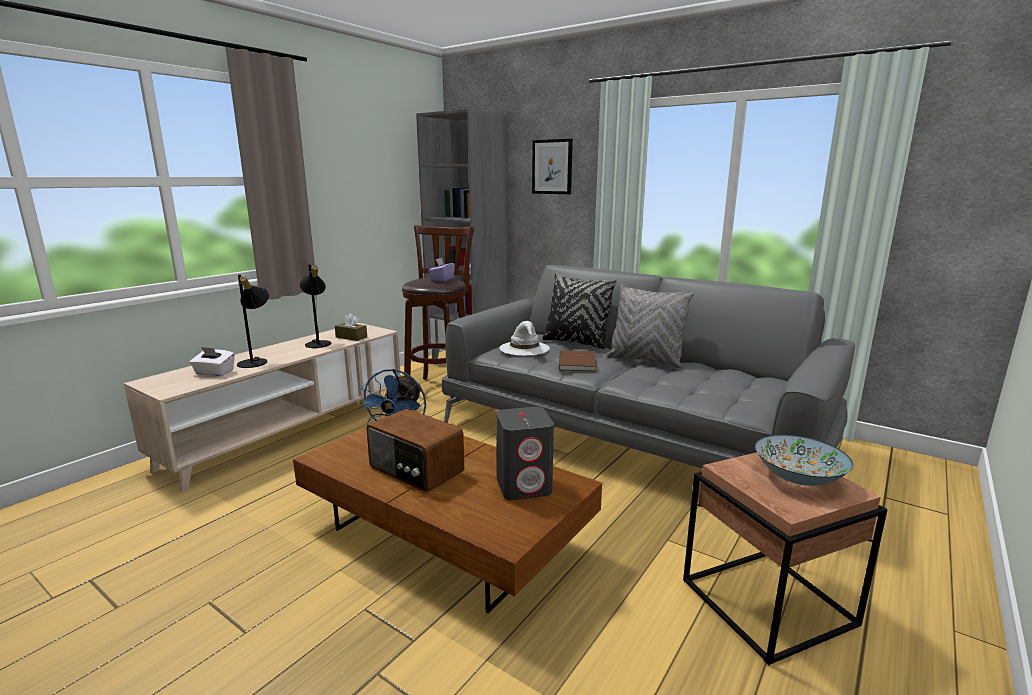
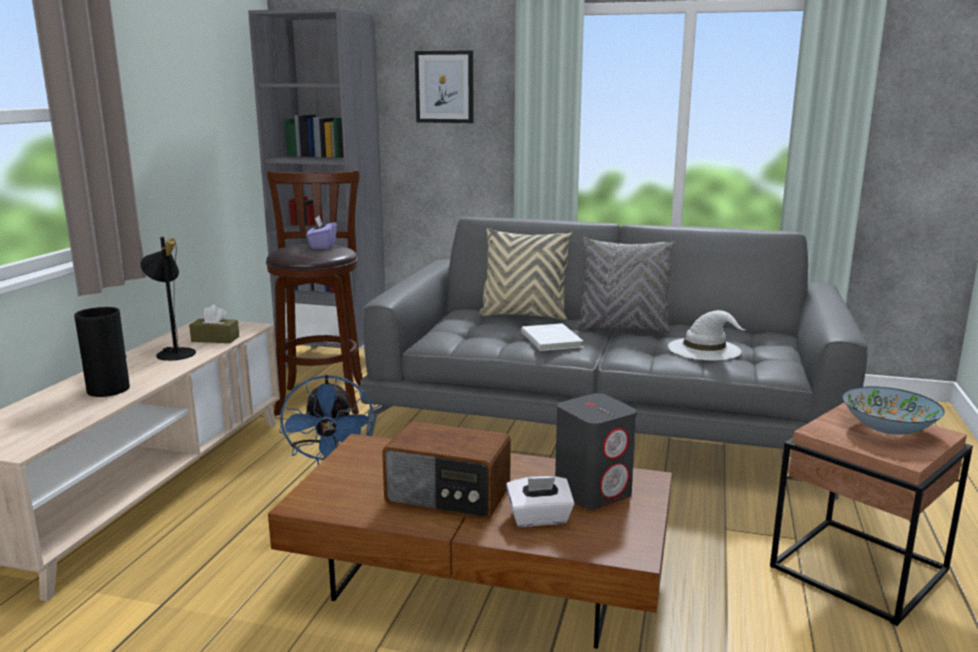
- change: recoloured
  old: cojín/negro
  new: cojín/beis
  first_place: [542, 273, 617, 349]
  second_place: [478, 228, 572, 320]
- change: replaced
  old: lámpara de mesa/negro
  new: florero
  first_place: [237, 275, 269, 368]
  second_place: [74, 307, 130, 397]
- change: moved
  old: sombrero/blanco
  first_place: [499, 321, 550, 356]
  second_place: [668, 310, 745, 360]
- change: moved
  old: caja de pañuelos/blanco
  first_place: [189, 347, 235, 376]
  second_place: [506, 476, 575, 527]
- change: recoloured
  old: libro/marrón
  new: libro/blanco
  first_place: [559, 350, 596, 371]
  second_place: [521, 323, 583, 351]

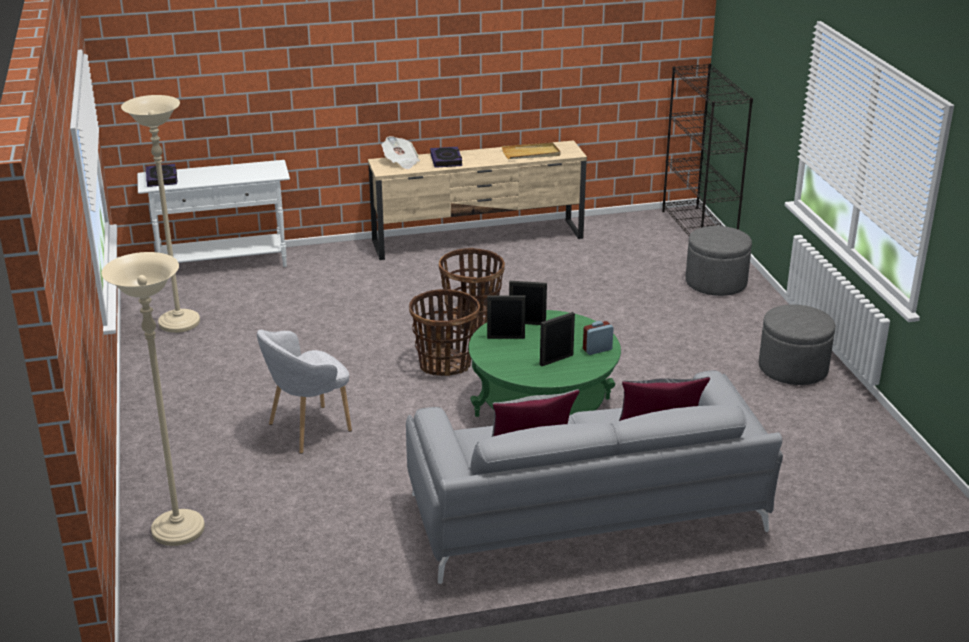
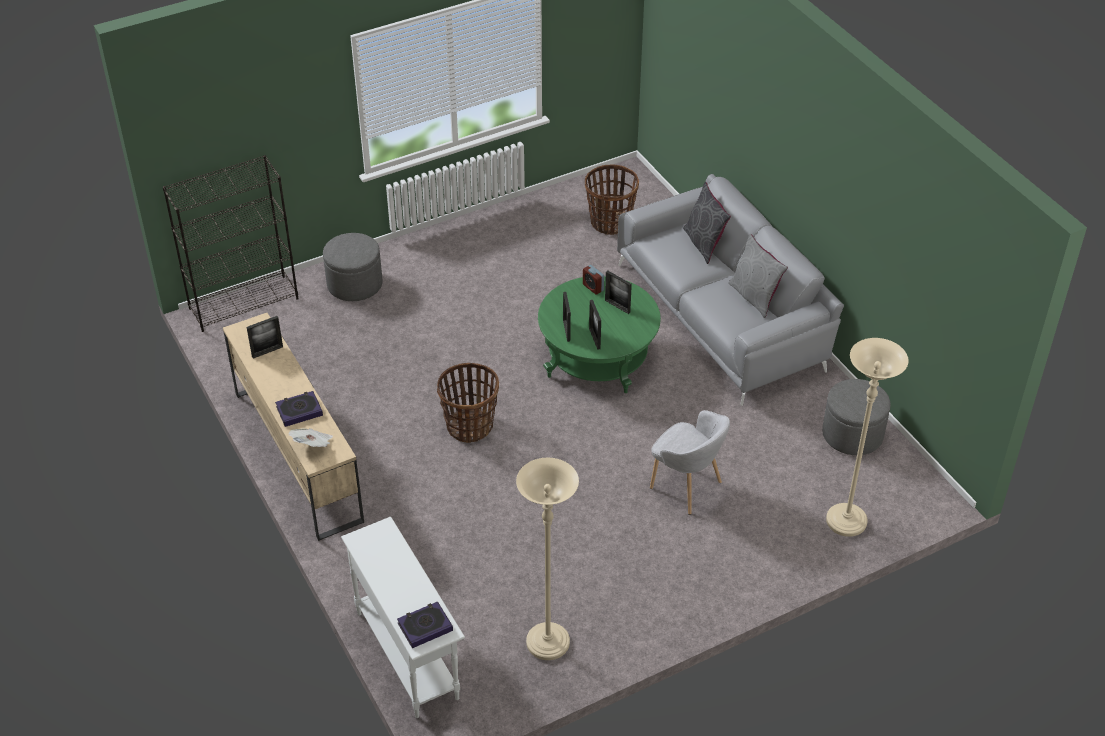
- change: replaced
  old: bandeja/beis
  new: portarretratos
  first_place: [502, 142, 561, 159]
  second_place: [247, 316, 283, 359]
- change: moved
  old: cesta
  first_place: [409, 289, 480, 376]
  second_place: [585, 164, 639, 235]
- change: moved
  old: puf/gris
  first_place: [759, 304, 835, 385]
  second_place: [822, 379, 891, 455]

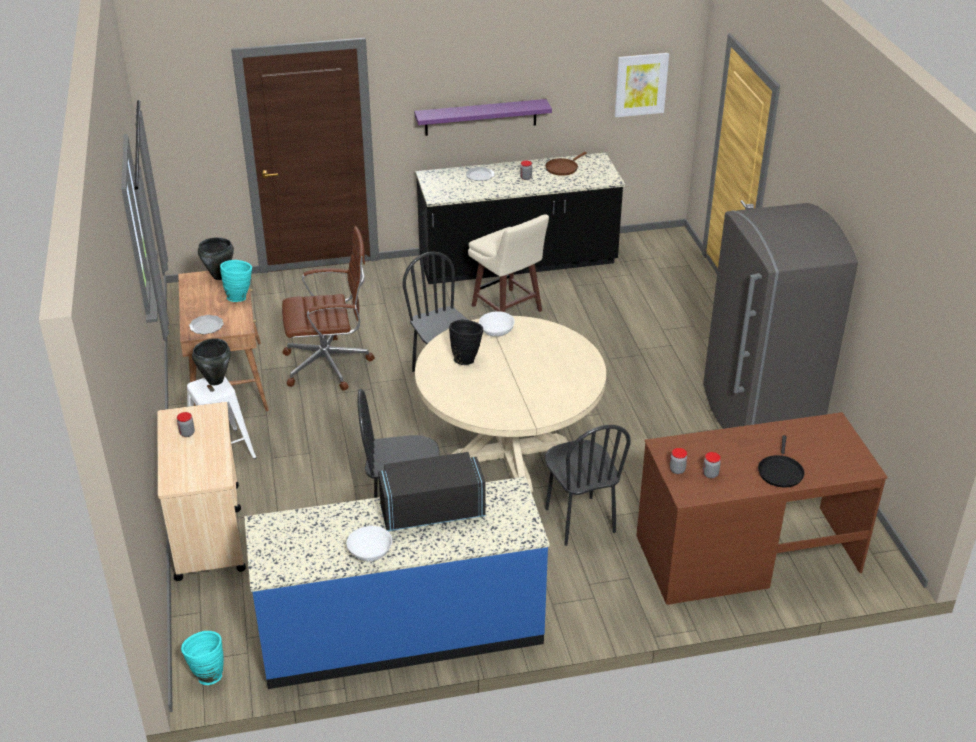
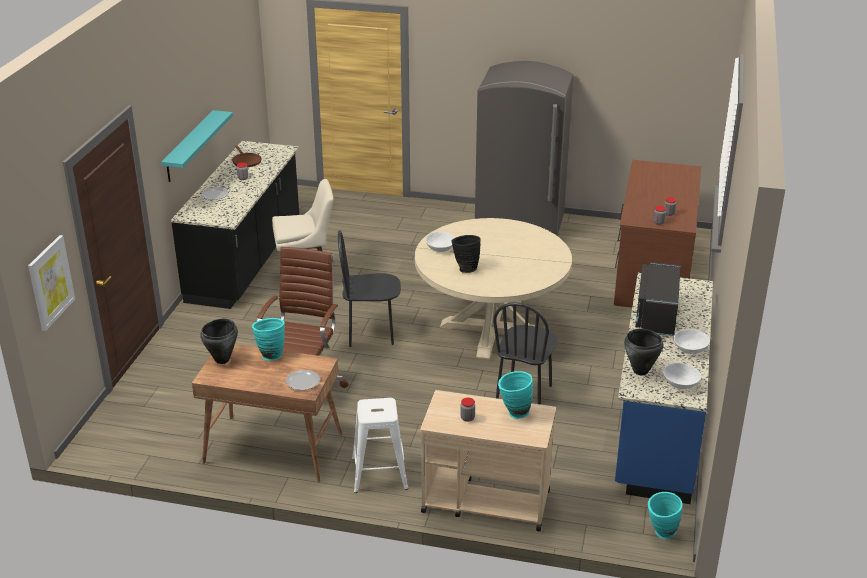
- change: moved
  old: cuadro
  first_place: [614, 53, 669, 117]
  second_place: [28, 235, 75, 331]
- change: recoloured
  old: estante/morado
  new: estante/turquesa
  first_place: [414, 99, 552, 136]
  second_place: [161, 110, 233, 182]
- change: moved
  old: olla/negro
  first_place: [192, 338, 231, 385]
  second_place: [624, 329, 664, 375]
- change: removed
  old: silla/negro
  first_place: [545, 425, 630, 546]
- change: removed
  old: sartén/negro
  first_place: [758, 435, 804, 487]
- change: added
  new: cuenco/blanco
  second_place: [663, 363, 702, 389]
- change: added
  new: florero/turquesa
  second_place: [498, 371, 533, 419]

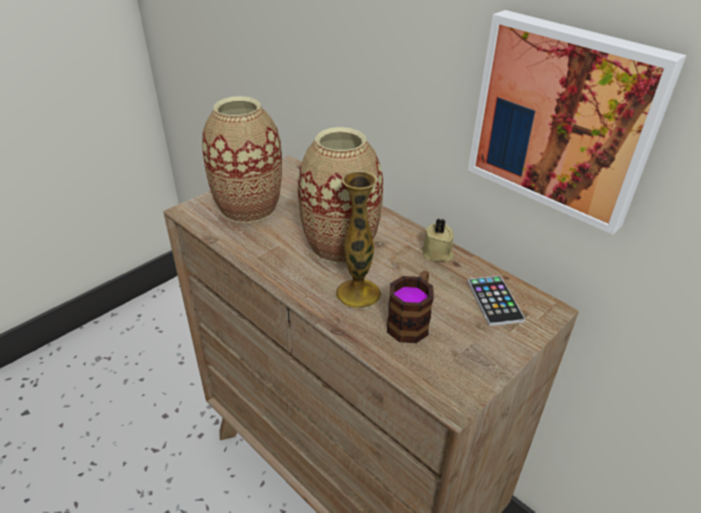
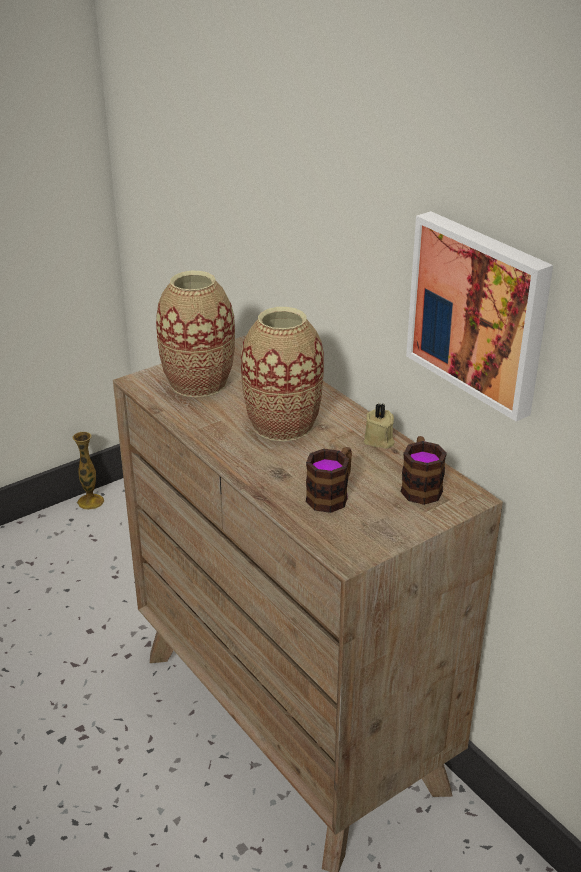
- change: moved
  old: florero
  first_place: [336, 171, 381, 309]
  second_place: [72, 432, 104, 510]
- change: replaced
  old: móvil
  new: taza grande
  first_place: [468, 276, 525, 326]
  second_place: [401, 436, 447, 505]

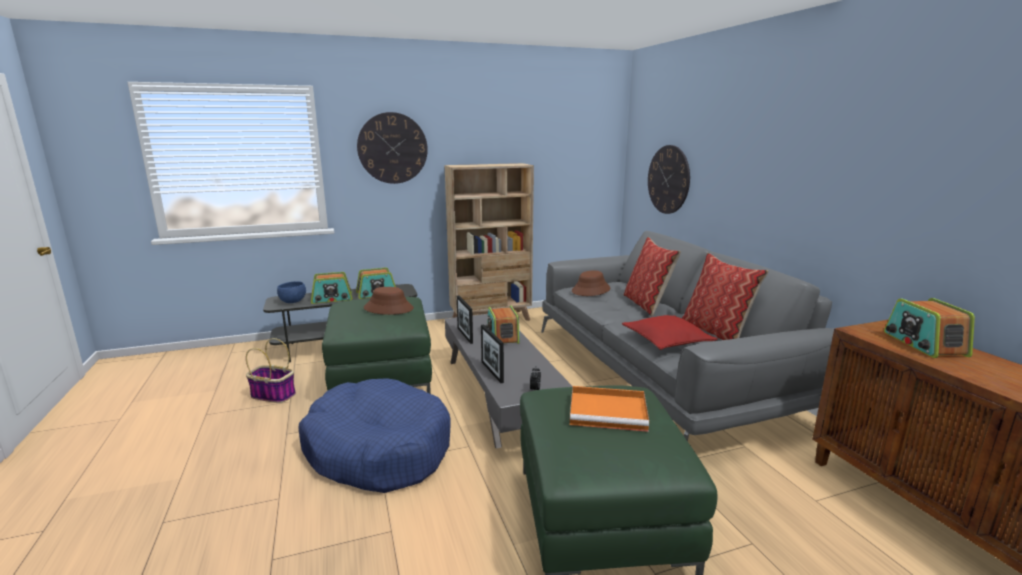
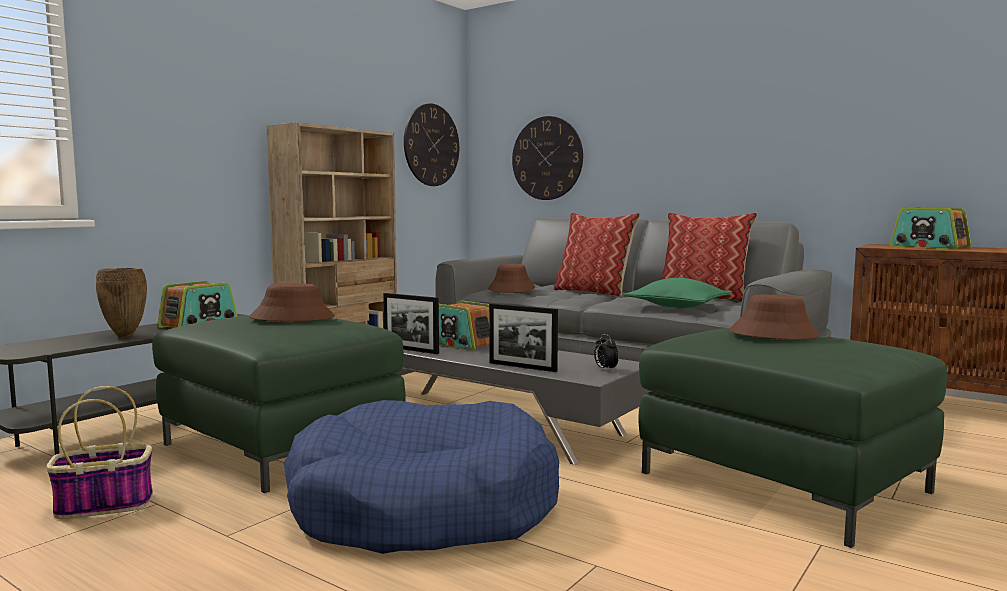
- change: moved
  old: reloj de pared
  first_place: [357, 112, 428, 184]
  second_place: [404, 104, 459, 186]
- change: replaced
  old: radio
  new: florero/marrón
  first_place: [311, 272, 352, 304]
  second_place: [96, 268, 147, 337]
- change: removed
  old: cuenco/azul
  first_place: [277, 281, 306, 303]
- change: recoloured
  old: cojín/rojo
  new: cojín/verde
  first_place: [622, 315, 717, 350]
  second_place: [624, 278, 732, 308]
- change: replaced
  old: bandeja/naranja
  new: sombrero/marrón
  first_place: [570, 386, 649, 432]
  second_place: [729, 295, 820, 339]

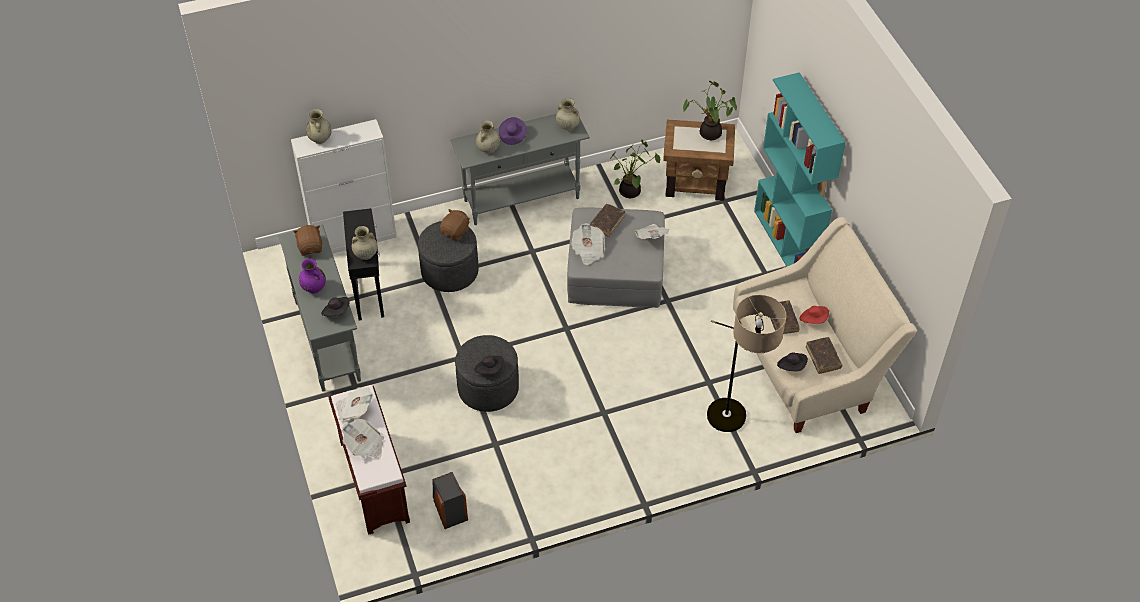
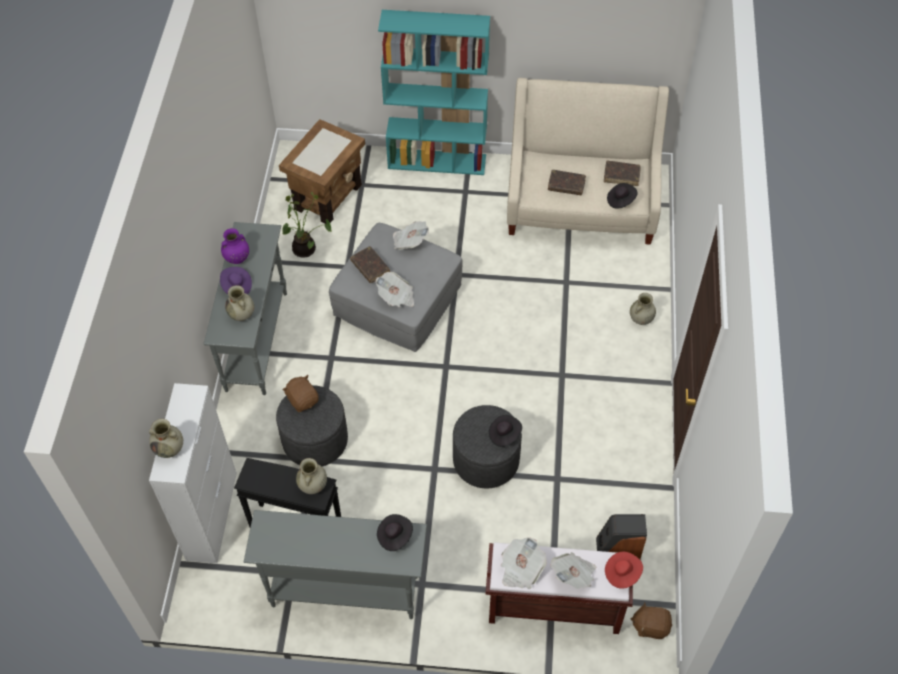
- change: removed
  old: planta en maceta
  first_place: [683, 81, 737, 140]
- change: moved
  old: florero/beis
  first_place: [556, 98, 580, 131]
  second_place: [630, 293, 656, 325]
- change: moved
  old: peluche/marrón
  first_place: [293, 225, 322, 256]
  second_place: [630, 602, 672, 639]
- change: moved
  old: florero/morado
  first_place: [299, 259, 326, 293]
  second_place: [221, 228, 249, 264]
- change: removed
  old: lámpara de pie
  first_place: [707, 295, 786, 432]
- change: moved
  old: sombrero/rojo
  first_place: [800, 306, 829, 324]
  second_place: [605, 552, 643, 589]

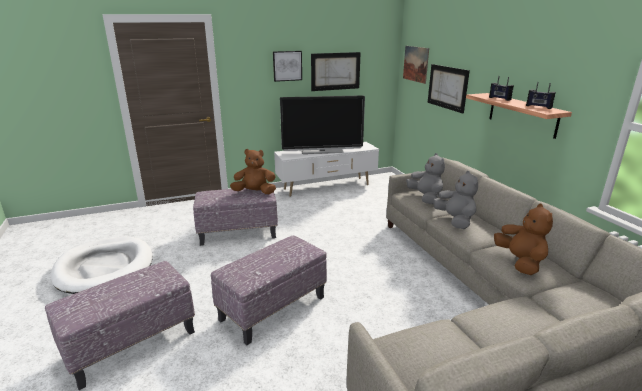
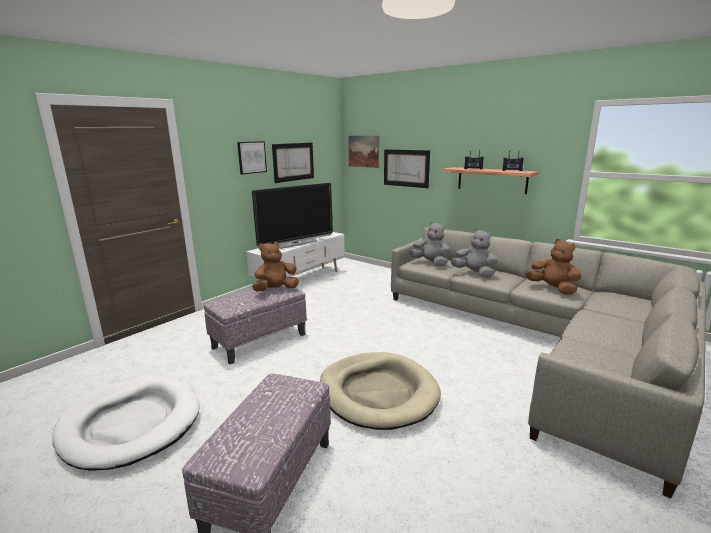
- change: replaced
  old: puf
  new: cama para perro/beis
  first_place: [211, 236, 327, 345]
  second_place: [320, 352, 441, 430]

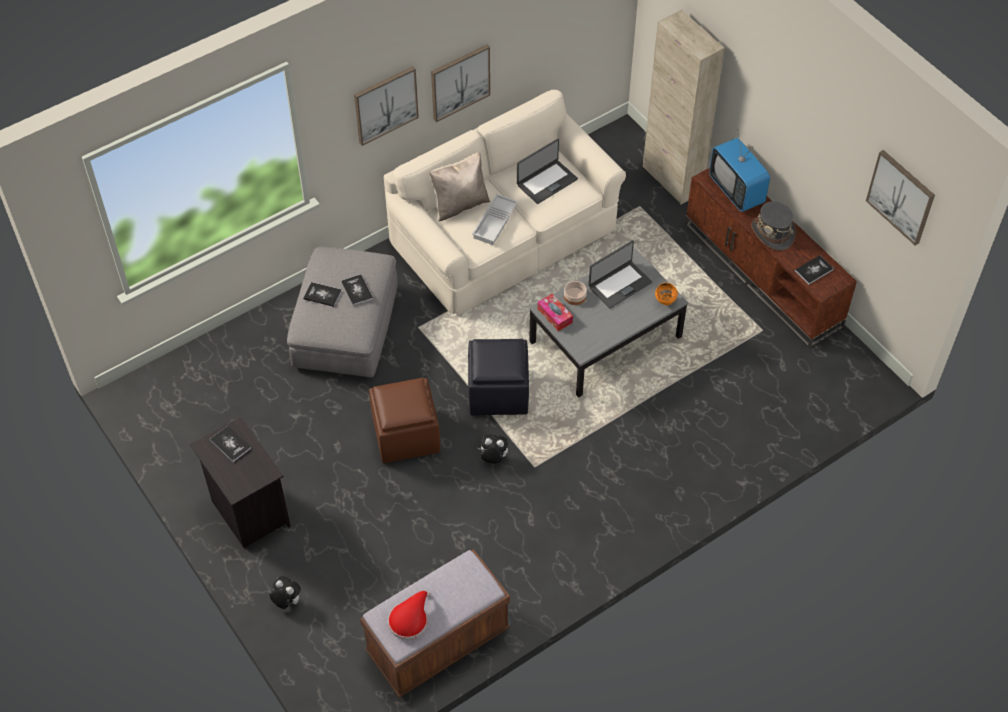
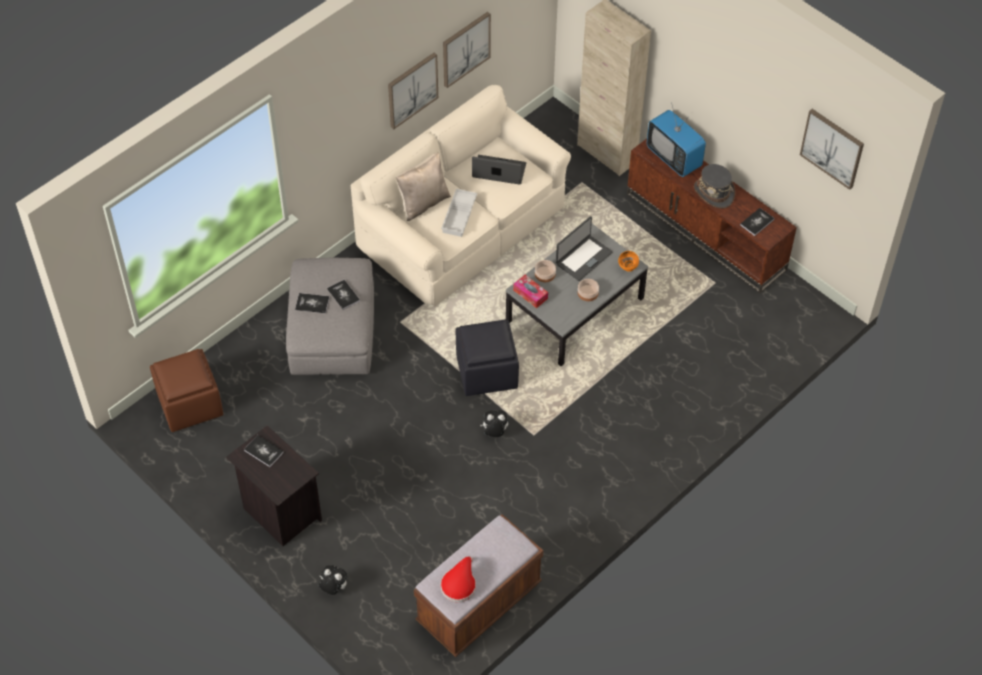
- change: moved
  old: cuadro
  first_place: [354, 66, 419, 146]
  second_place: [443, 12, 491, 88]
- change: turned
  old: portátil
  first_place: [517, 139, 578, 204]
  second_place: [472, 155, 526, 185]
  degrees: -120
- change: moved
  old: puf/marrón
  first_place: [369, 378, 440, 463]
  second_place: [150, 349, 223, 432]
- change: added
  new: cuenco
  second_place: [578, 279, 599, 301]

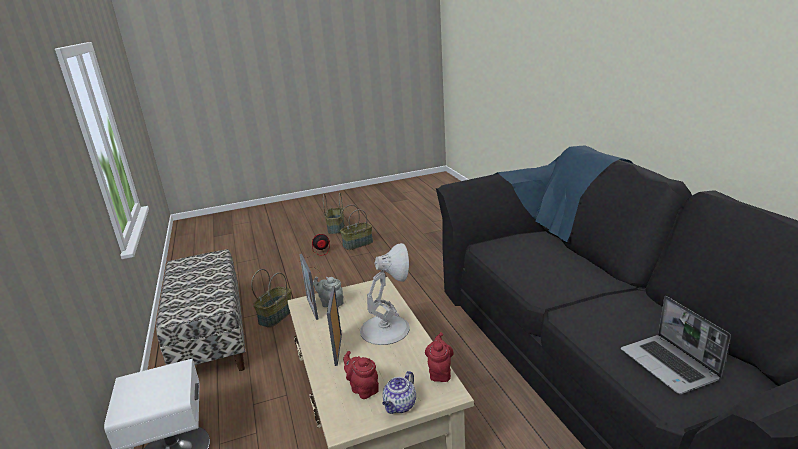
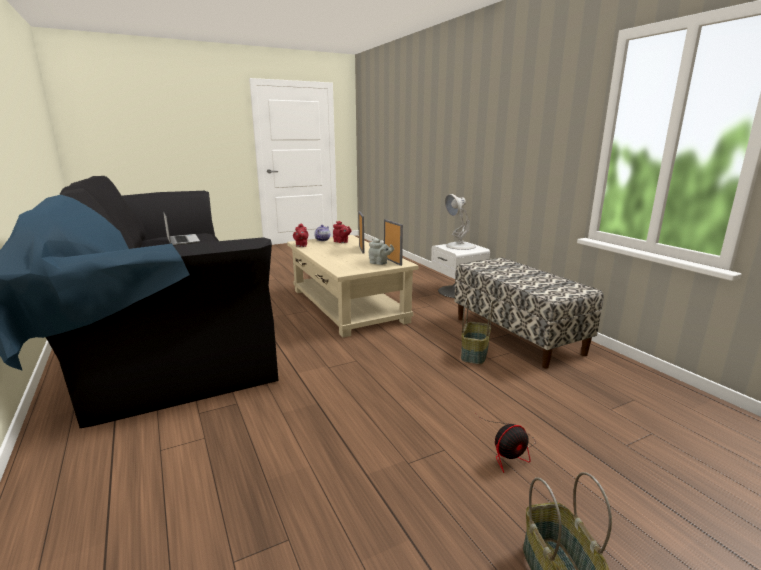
- change: removed
  old: cesta
  first_place: [340, 205, 373, 250]
- change: moved
  old: lámpara de mesa/blanco
  first_place: [360, 243, 410, 345]
  second_place: [445, 194, 476, 250]

